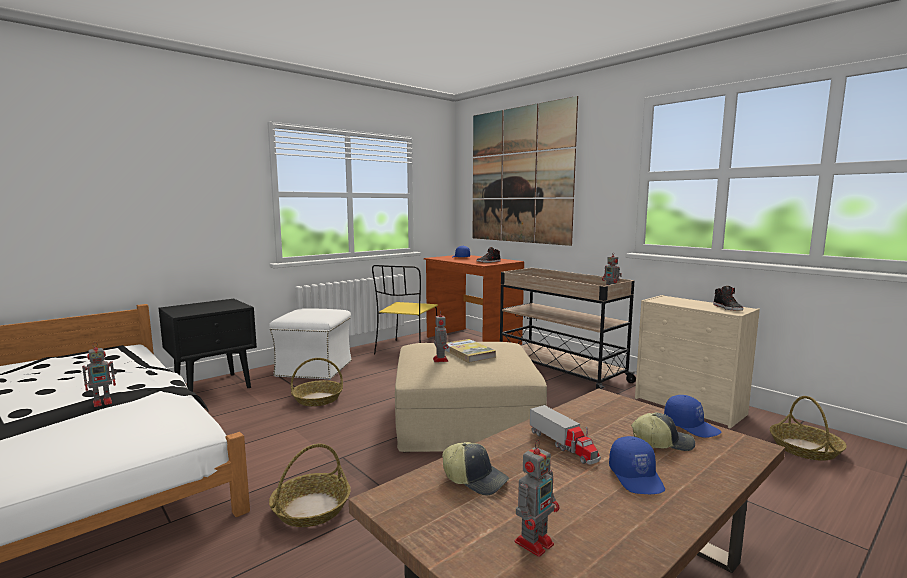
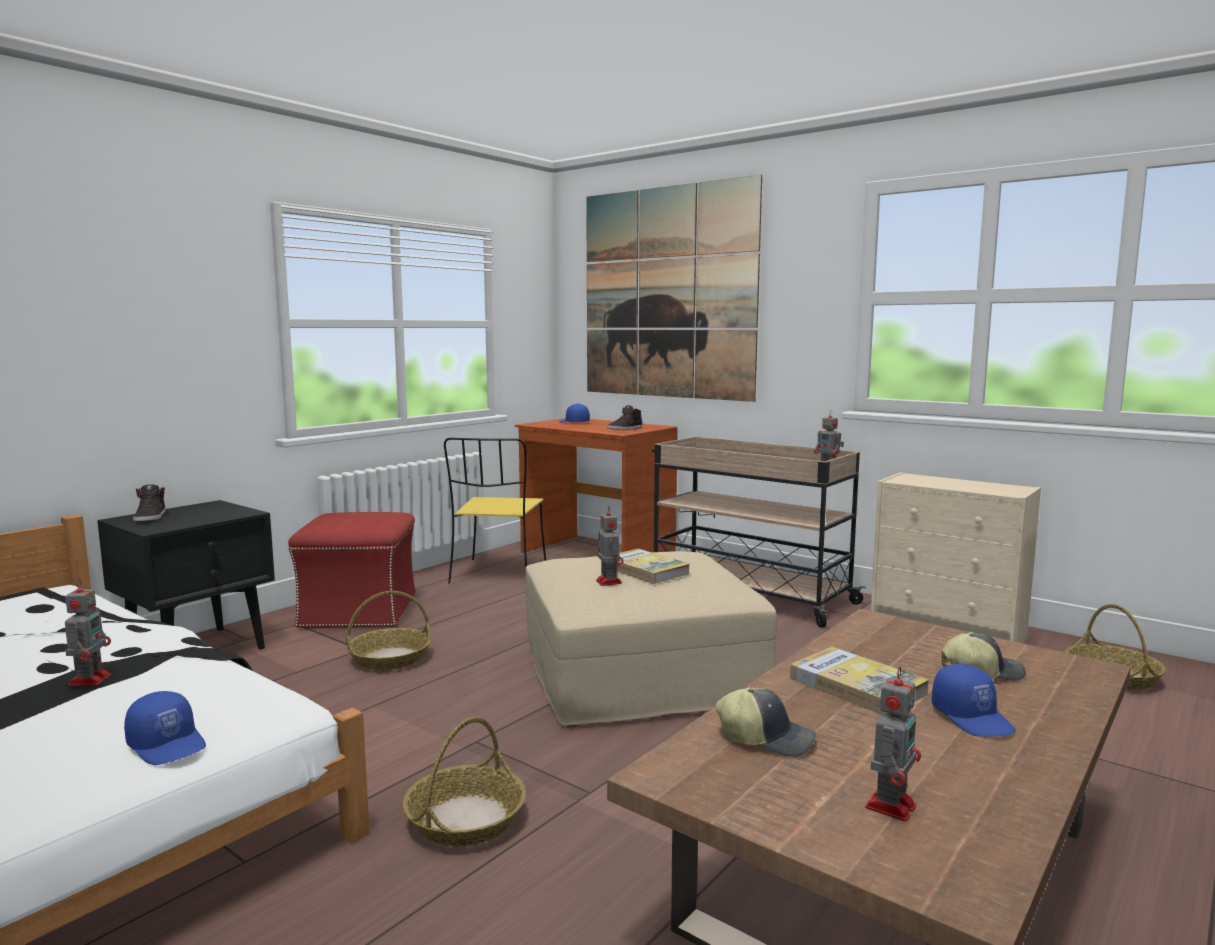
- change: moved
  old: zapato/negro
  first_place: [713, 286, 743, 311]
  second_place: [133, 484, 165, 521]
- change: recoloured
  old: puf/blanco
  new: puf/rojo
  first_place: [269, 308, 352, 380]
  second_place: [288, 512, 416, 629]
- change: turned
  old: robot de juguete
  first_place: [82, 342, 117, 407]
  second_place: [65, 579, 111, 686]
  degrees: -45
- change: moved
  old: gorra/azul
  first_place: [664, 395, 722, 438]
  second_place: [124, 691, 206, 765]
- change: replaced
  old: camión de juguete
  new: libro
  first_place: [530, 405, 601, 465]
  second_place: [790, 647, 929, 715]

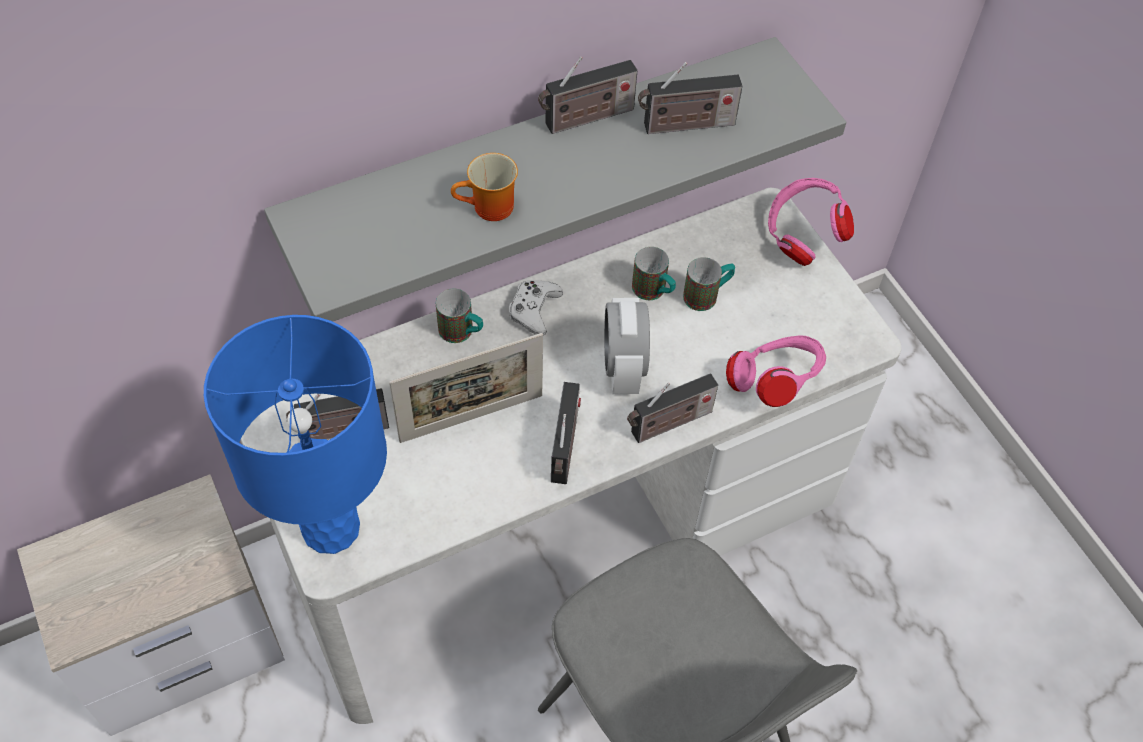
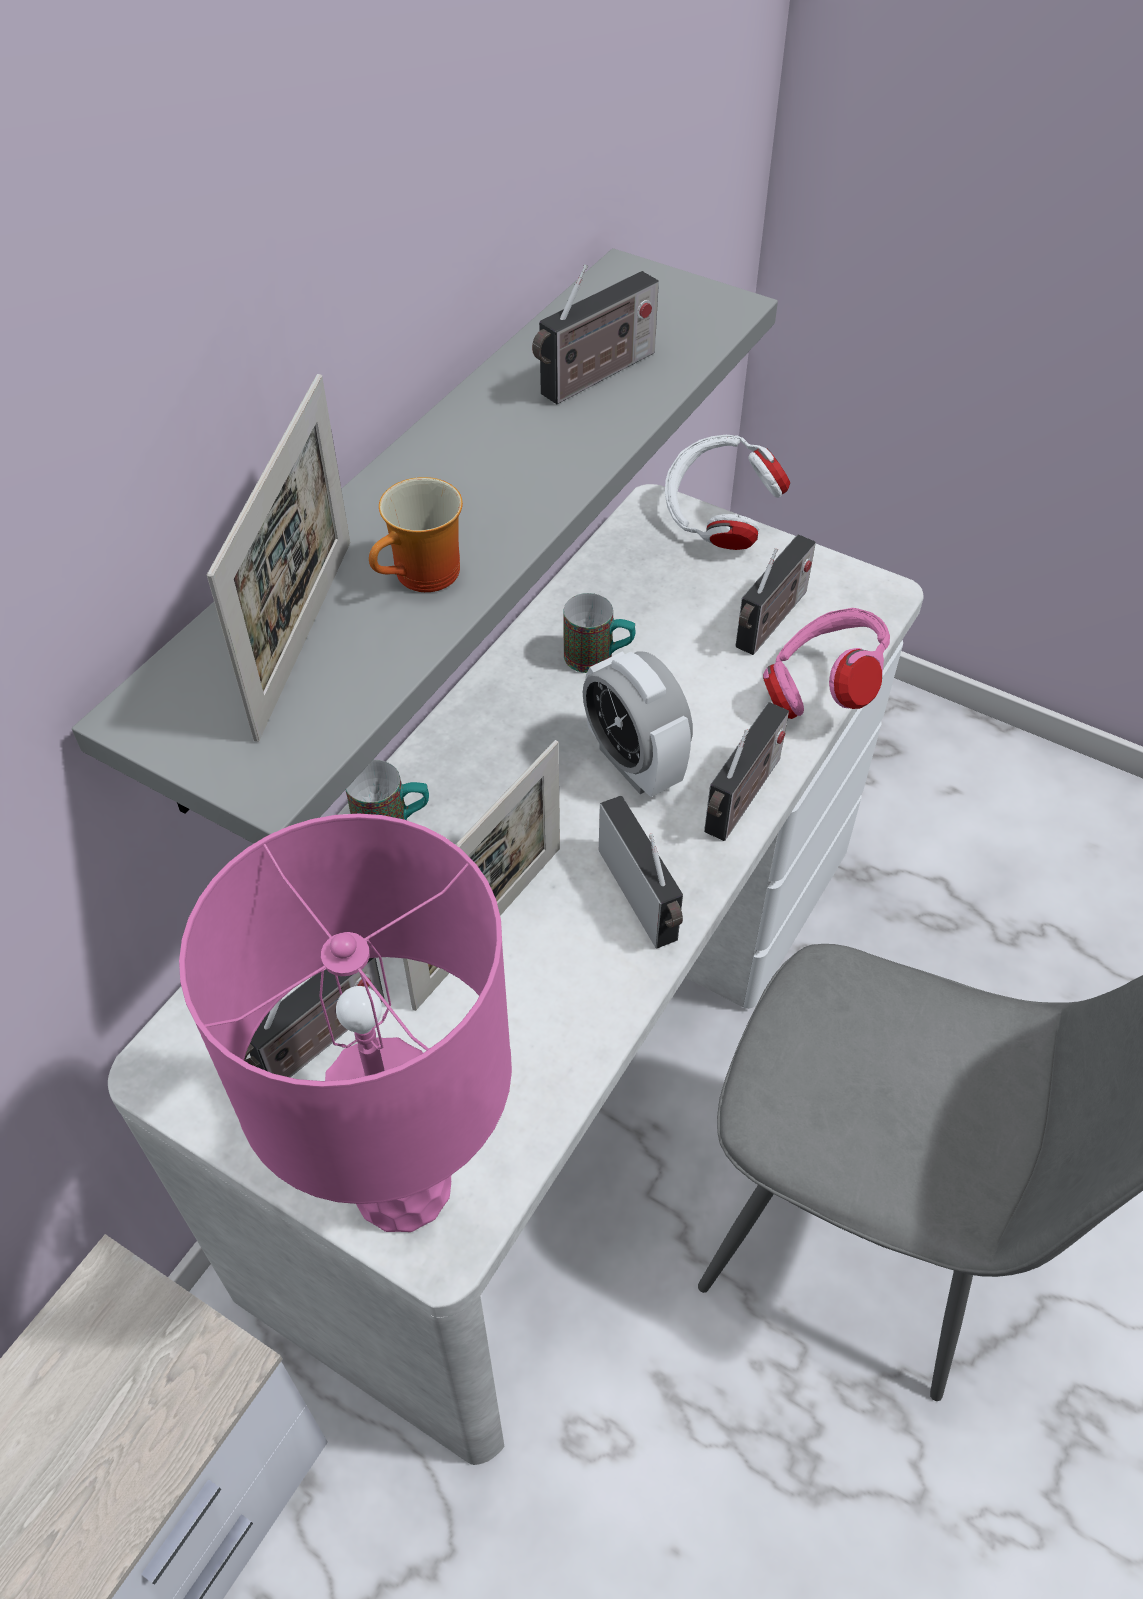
- change: moved
  old: radio
  first_place: [538, 57, 638, 134]
  second_place: [736, 534, 816, 655]
- change: recoloured
  old: auriculares/rosa
  new: auriculares/blanco
  first_place: [768, 178, 854, 266]
  second_place: [665, 435, 790, 550]
- change: removed
  old: taza grande
  first_place: [683, 257, 735, 311]
- change: removed
  old: mando de consola/blanco
  first_place: [509, 280, 563, 335]
- change: recoloured
  old: lámpara de mesa/azul
  new: lámpara de mesa/rosa
  first_place: [204, 315, 387, 554]
  second_place: [179, 814, 512, 1232]
- change: added
  new: portarretratos
  second_place: [207, 374, 350, 742]

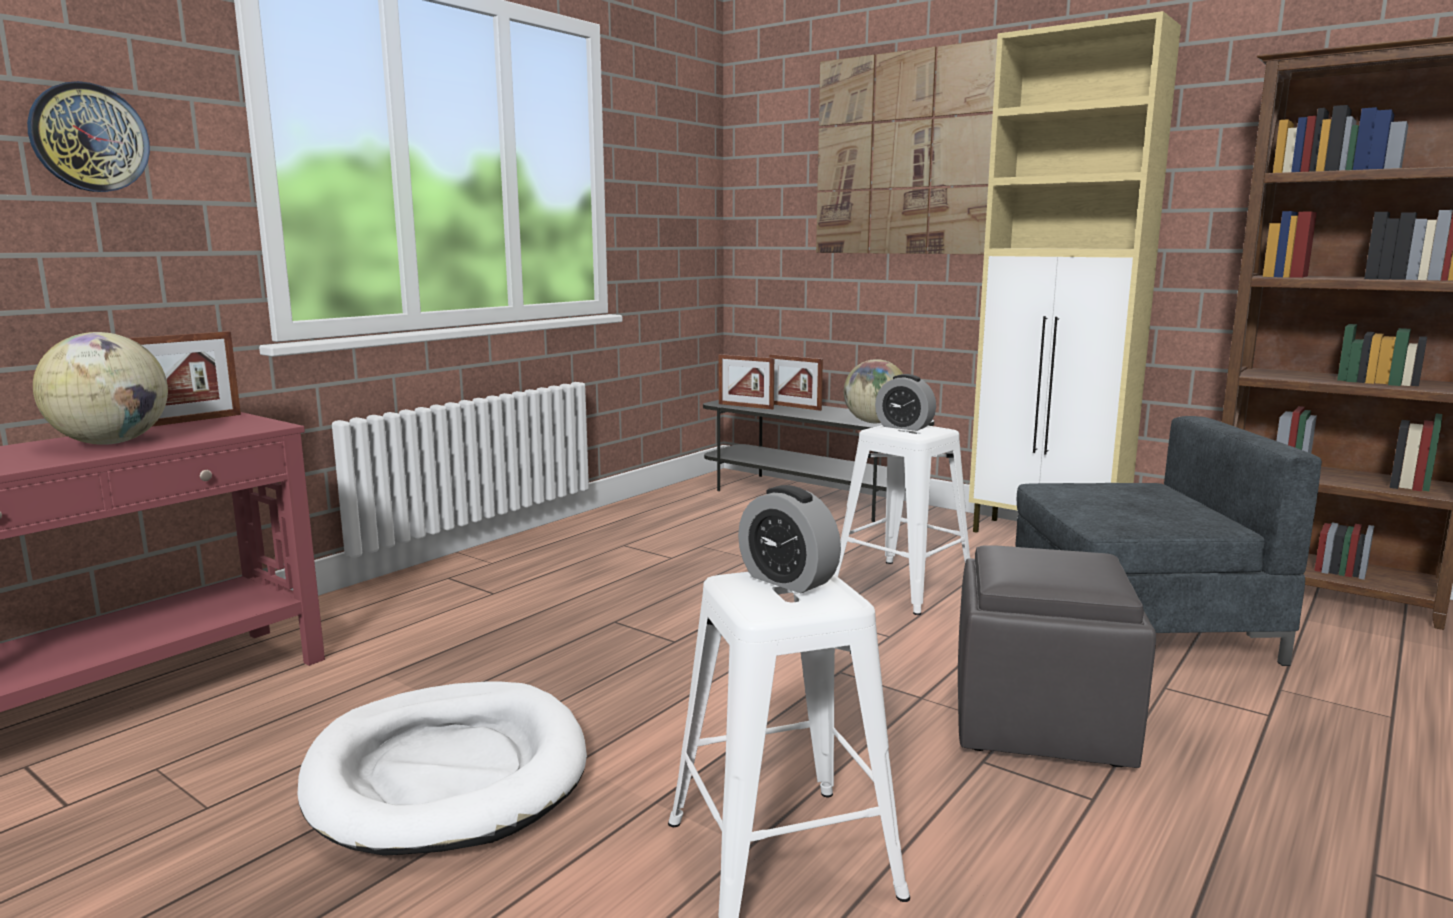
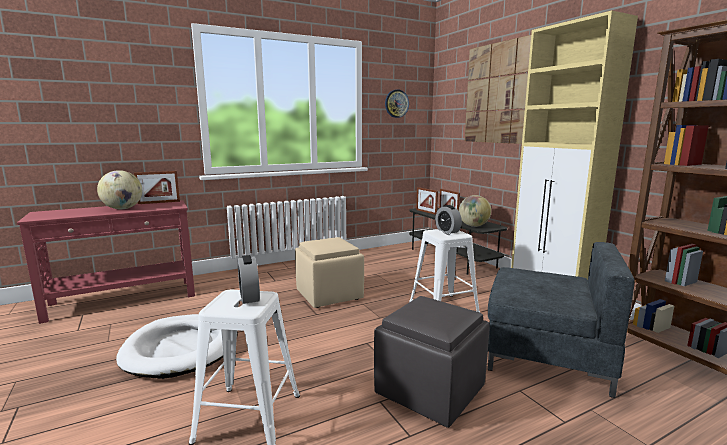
- change: moved
  old: reloj de pared
  first_place: [27, 81, 150, 192]
  second_place: [385, 89, 409, 118]
- change: added
  new: puf/beis
  second_place: [295, 237, 364, 308]

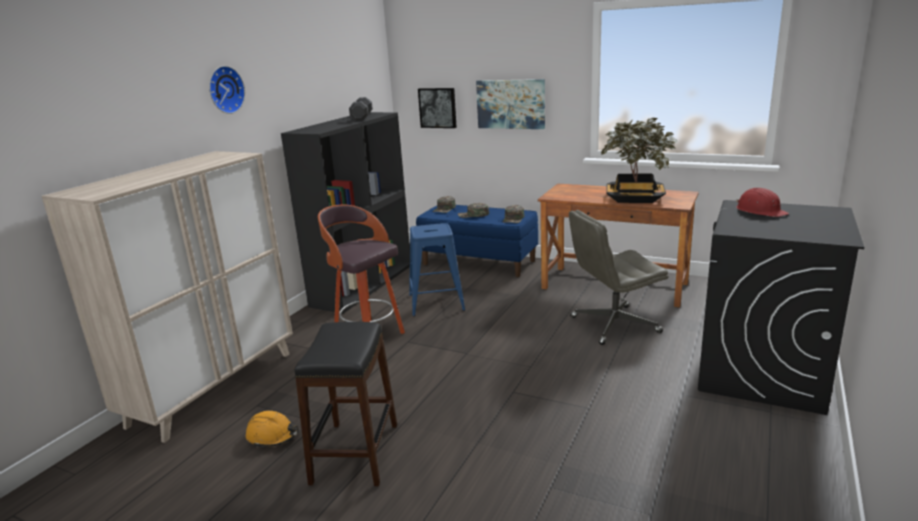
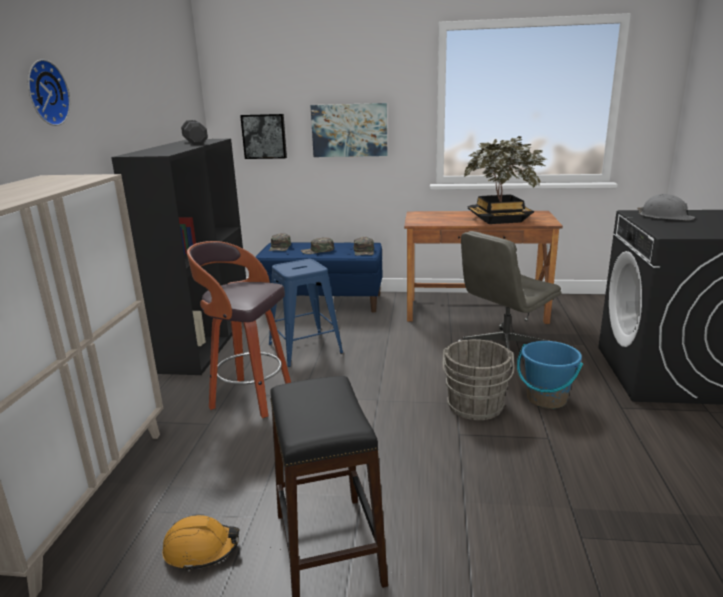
- change: recoloured
  old: casco/rojo
  new: casco/gris
  first_place: [736, 188, 789, 217]
  second_place: [638, 194, 695, 221]
- change: added
  new: cubo/gris
  second_place: [443, 339, 514, 420]
- change: added
  new: cubo/azul
  second_place: [517, 341, 583, 409]

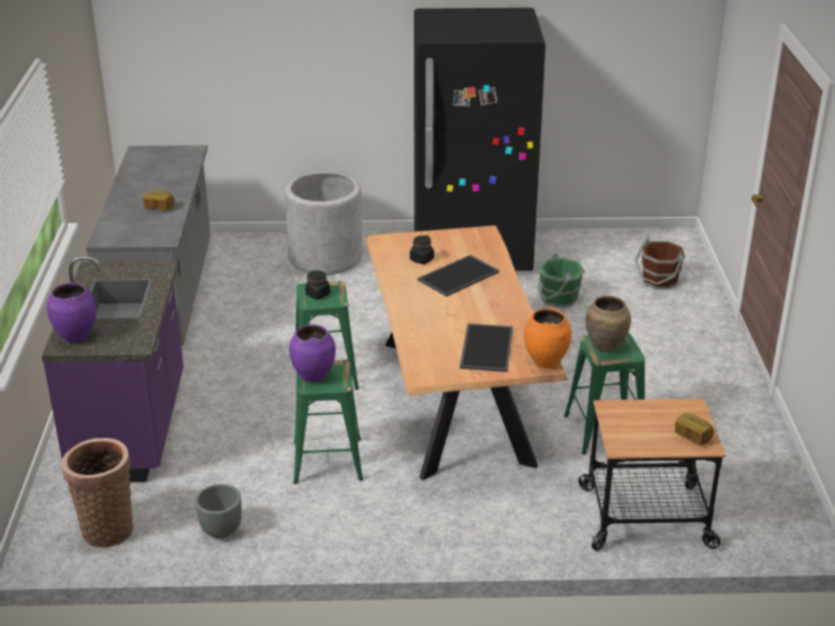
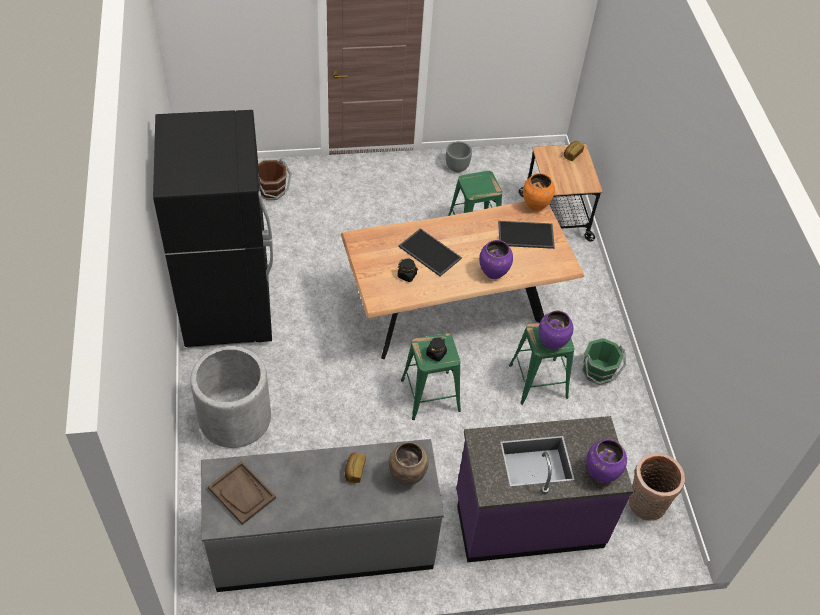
- change: moved
  old: cubo/verde
  first_place: [537, 253, 585, 308]
  second_place: [582, 338, 626, 385]
- change: moved
  old: florero/marrón
  first_place: [586, 296, 631, 352]
  second_place: [389, 442, 428, 485]
- change: moved
  old: maceta/gris
  first_place: [195, 484, 242, 539]
  second_place: [446, 141, 472, 172]
- change: added
  new: florero/morado
  second_place: [479, 240, 513, 279]
- change: added
  new: bandeja/marrón
  second_place: [208, 461, 276, 525]

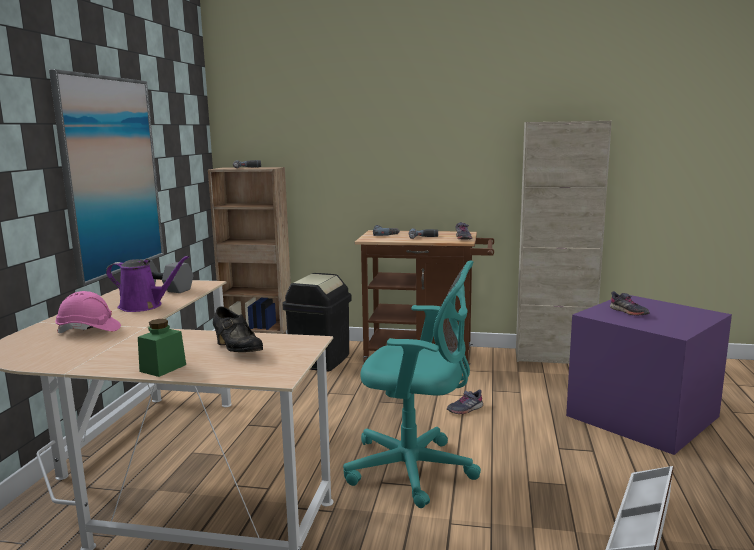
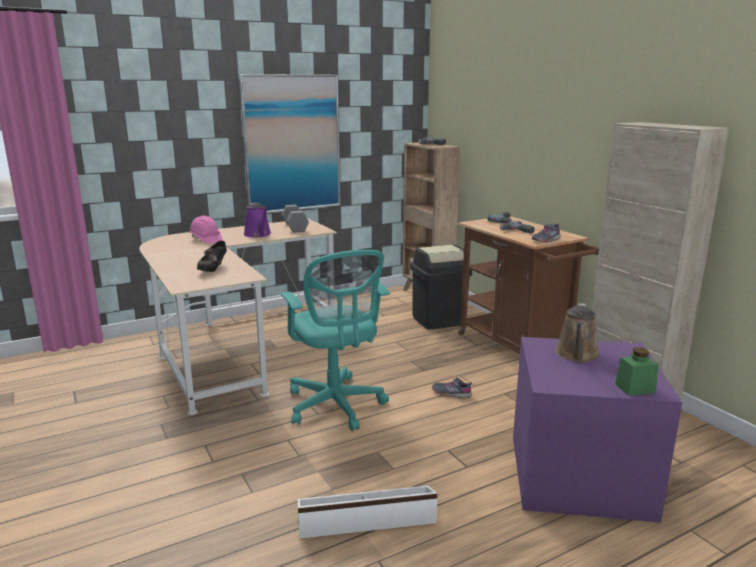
- change: replaced
  old: zapato/gris
  new: regadera/marrón
  first_place: [610, 291, 650, 316]
  second_place: [555, 303, 600, 362]
- change: moved
  old: tarro/verde
  first_place: [138, 319, 186, 377]
  second_place: [615, 347, 659, 396]

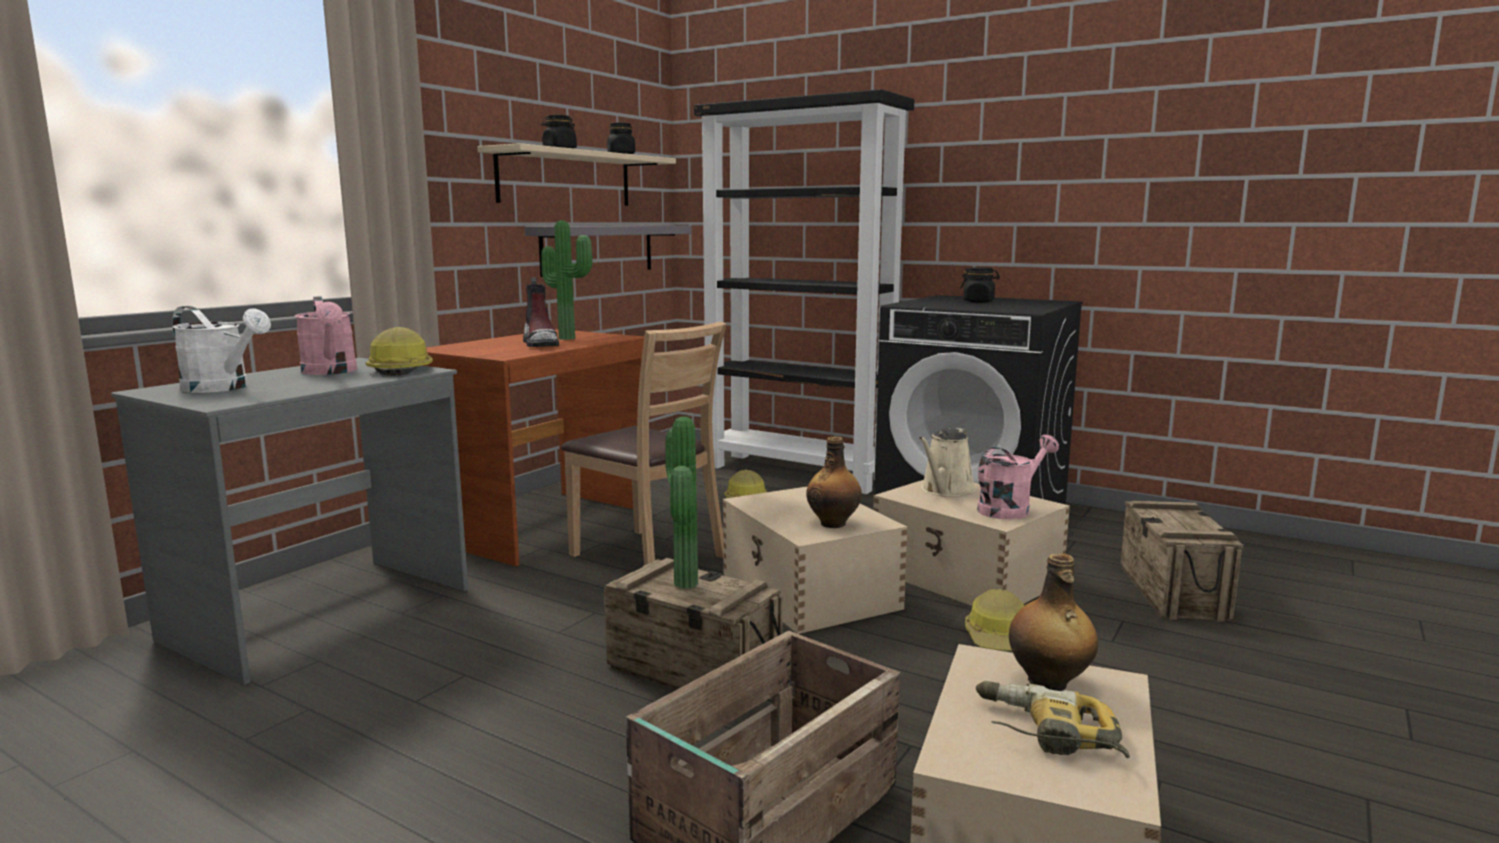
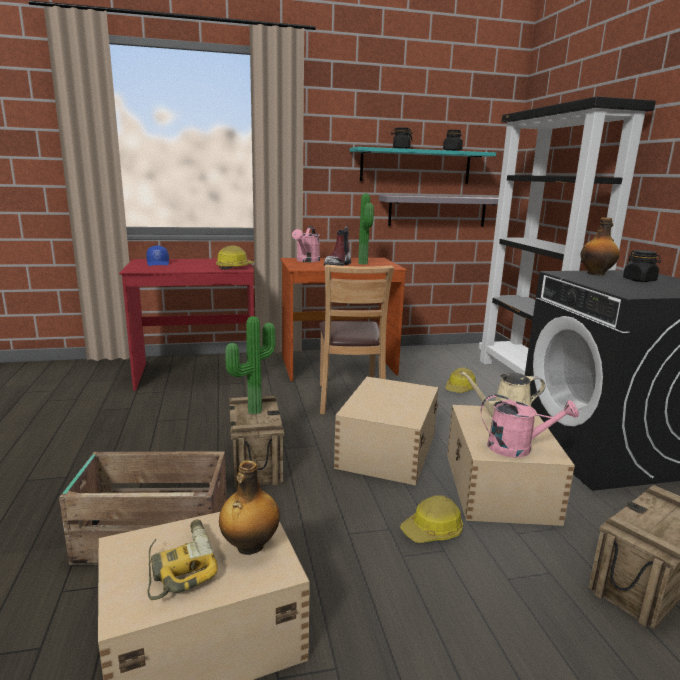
- change: recoloured
  old: estante/beis
  new: estante/turquesa
  first_place: [477, 143, 676, 206]
  second_place: [350, 147, 496, 184]
- change: moved
  old: regadera/rosa
  first_place: [295, 296, 357, 375]
  second_place: [292, 226, 320, 262]
- change: replaced
  old: regadera/blanco
  new: gorra/azul
  first_place: [172, 306, 271, 393]
  second_place: [146, 245, 169, 266]
- change: recoloured
  old: escritorio/gris
  new: escritorio/rojo
  first_place: [111, 358, 468, 685]
  second_place: [119, 259, 254, 391]
- change: moved
  old: botella
  first_place: [806, 436, 862, 528]
  second_place: [581, 217, 619, 275]

